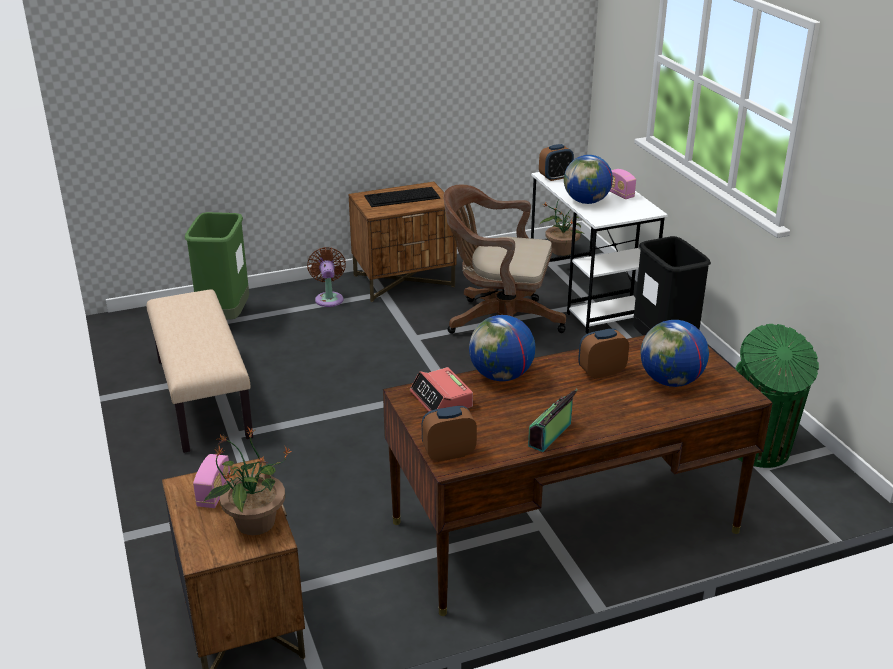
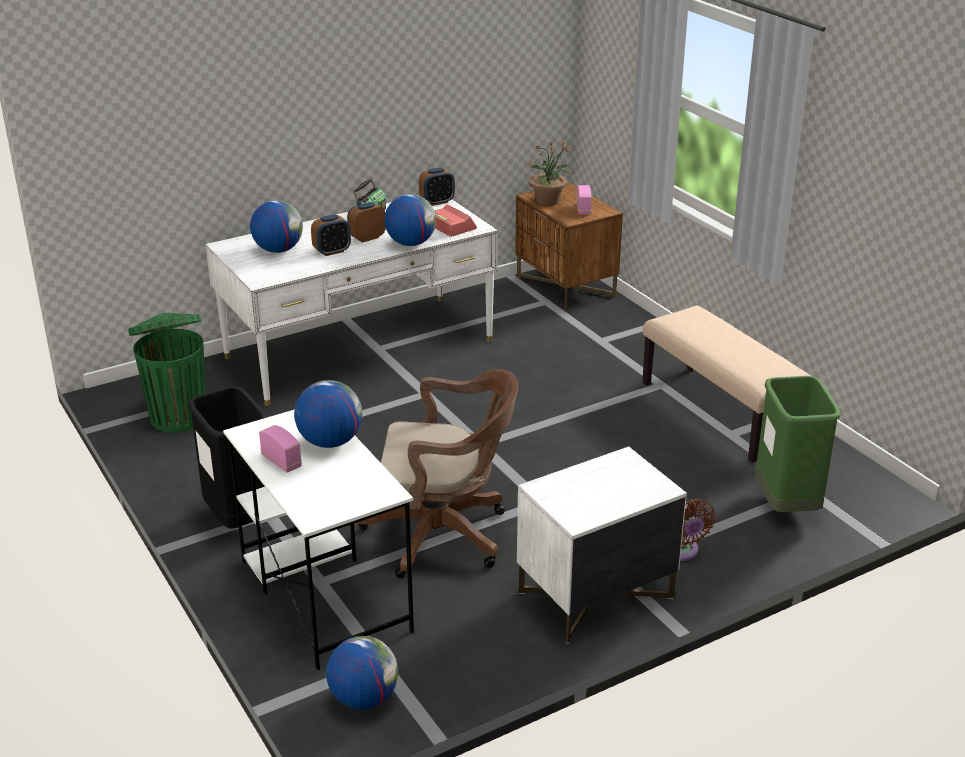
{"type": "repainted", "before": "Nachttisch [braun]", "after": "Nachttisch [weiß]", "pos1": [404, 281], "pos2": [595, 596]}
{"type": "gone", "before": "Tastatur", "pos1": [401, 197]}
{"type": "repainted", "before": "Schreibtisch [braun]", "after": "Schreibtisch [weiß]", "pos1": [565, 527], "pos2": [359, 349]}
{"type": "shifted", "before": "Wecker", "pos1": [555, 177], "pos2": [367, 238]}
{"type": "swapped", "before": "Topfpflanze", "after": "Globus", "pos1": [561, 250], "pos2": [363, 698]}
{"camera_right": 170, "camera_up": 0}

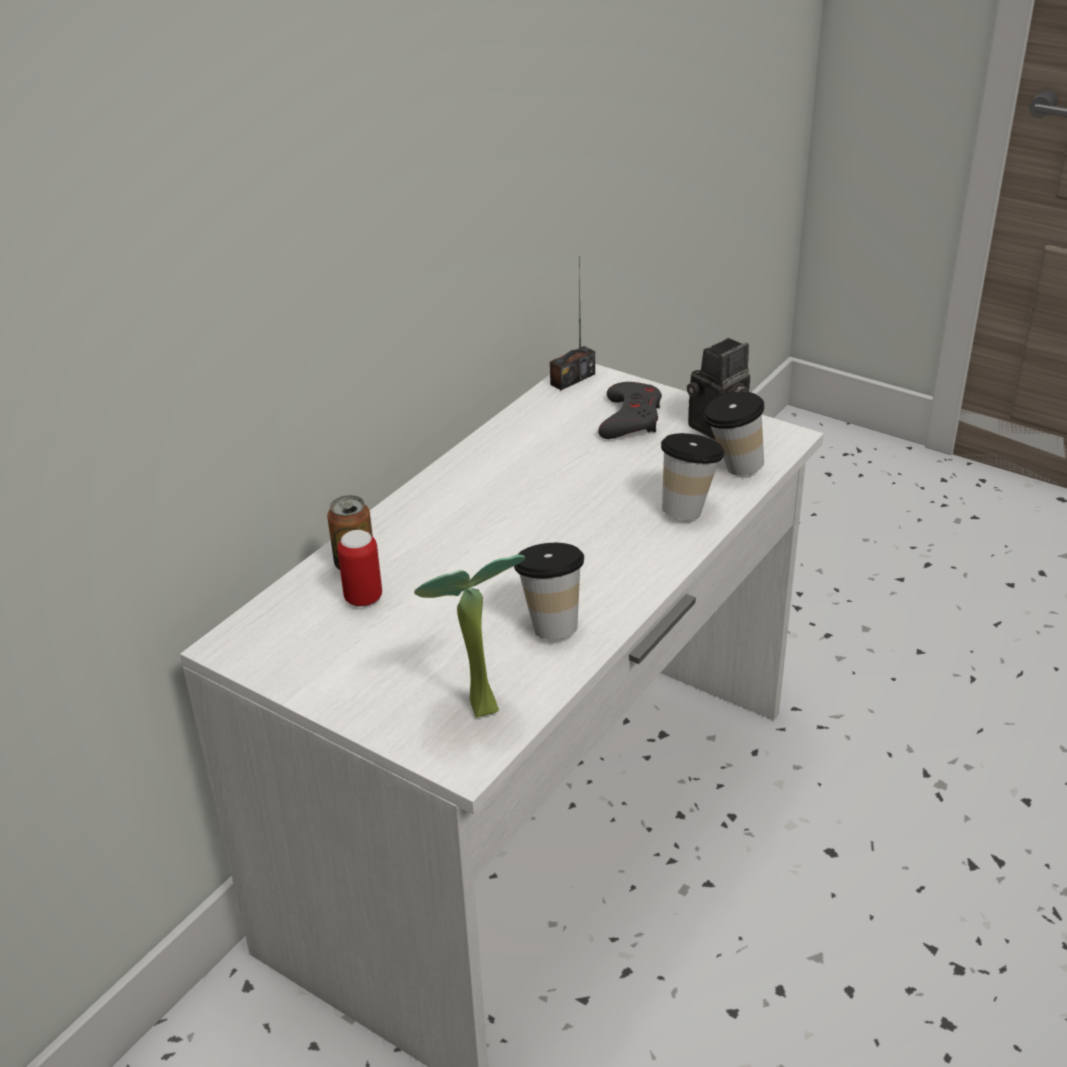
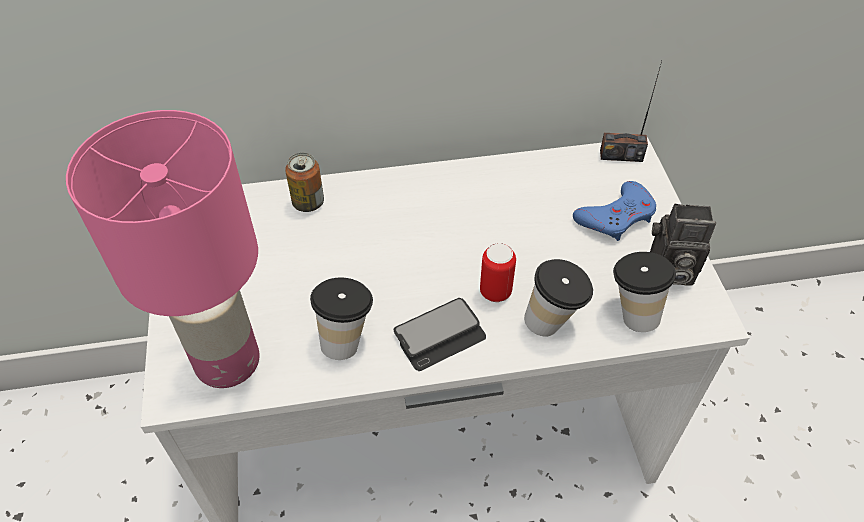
{"type": "shifted", "before": "Dose", "pos1": [363, 598], "pos2": [495, 292]}
{"type": "swapped", "before": "Topfpflanze", "after": "Tischlampe [rosa]", "pos1": [475, 706], "pos2": [229, 360]}
{"type": "repainted", "before": "Gamepad [grau]", "after": "Gamepad [blau]", "pos1": [630, 418], "pos2": [616, 216]}
{"type": "new", "after": "Handy", "pos2": [440, 335]}
{"camera_right": 45, "camera_up": 15}

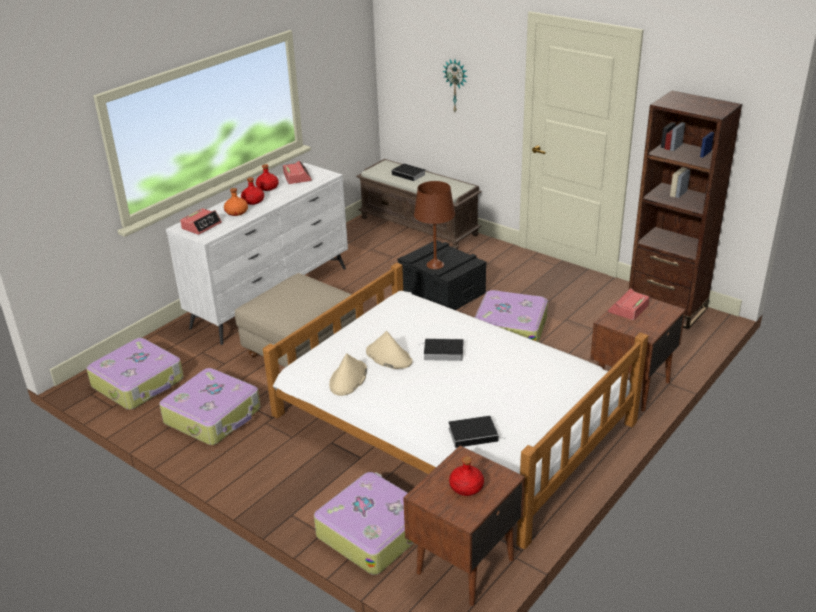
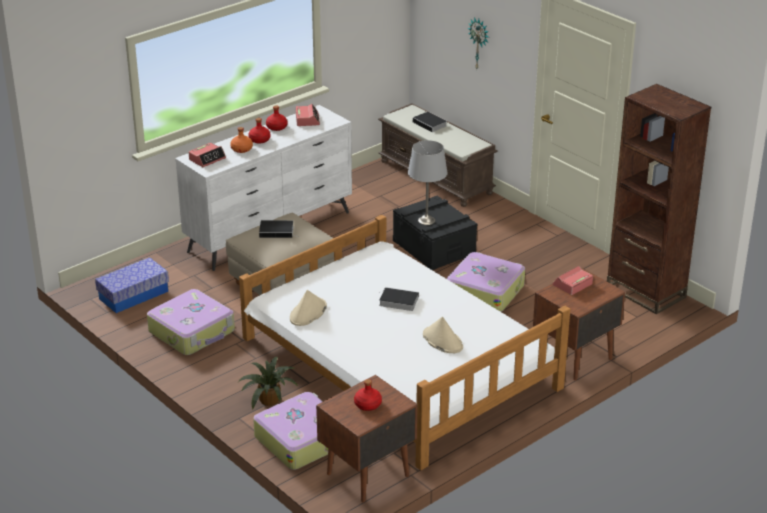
{"type": "swapped", "before": "Koffer", "after": "Aufbewahrungsbox", "pos1": [139, 383], "pos2": [133, 295]}
{"type": "shifted", "before": "Hut [beige]", "pos1": [388, 357], "pos2": [442, 340]}
{"type": "repainted", "before": "Tischlampe [braun]", "after": "Tischlampe [grau]", "pos1": [435, 264], "pos2": [426, 220]}
{"type": "shifted", "before": "Buch", "pos1": [474, 434], "pos2": [277, 231]}
{"type": "new", "after": "Topfpflanze", "pos2": [269, 401]}
{"camera_right": 10, "camera_up": 0}

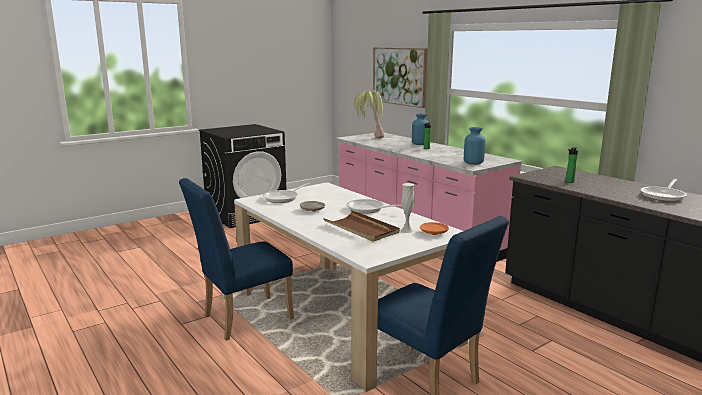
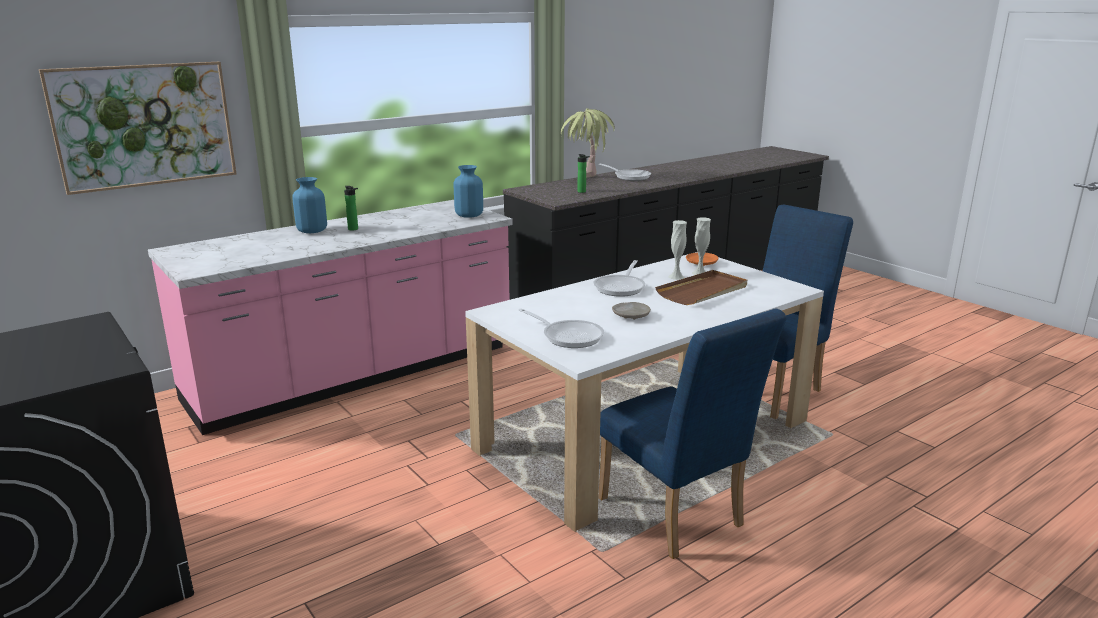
{"type": "shifted", "before": "Topfpflanze", "pos1": [368, 138], "pos2": [585, 180]}
{"type": "new", "after": "Vase [weiß]", "pos2": [676, 277]}
{"camera_right": -90, "camera_up": 5}

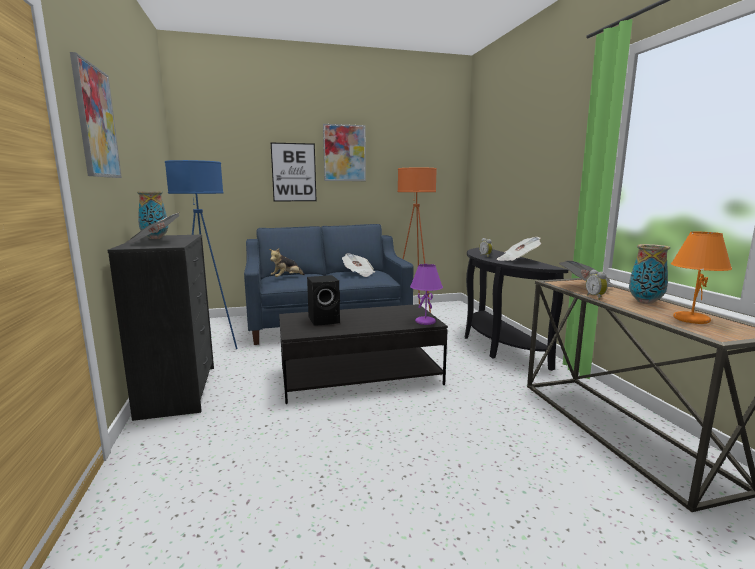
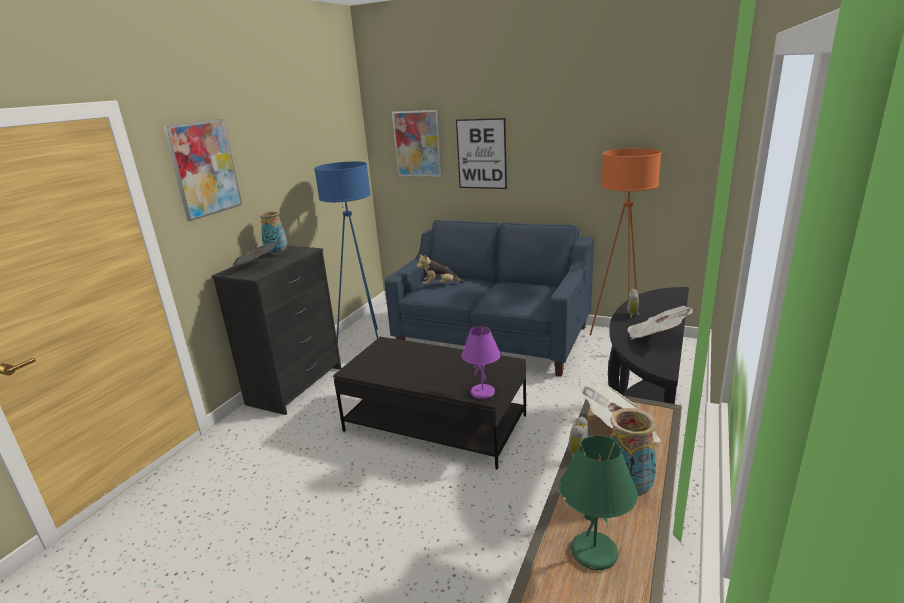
{"type": "gone", "before": "Lautsprecher [schwarz]", "pos1": [325, 320]}
{"type": "shifted", "before": "Bild", "pos1": [344, 153], "pos2": [418, 144]}
{"type": "gone", "before": "Zeitung", "pos1": [358, 274]}
{"type": "repainted", "before": "Tischlampe [orange]", "after": "Tischlampe [grün]", "pos1": [690, 319], "pos2": [594, 551]}
{"camera_right": 40, "camera_up": 10}

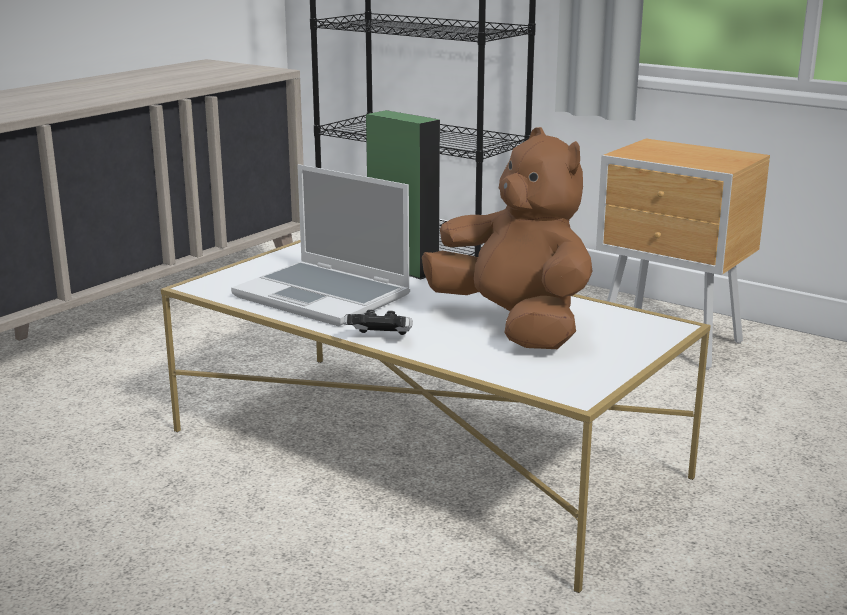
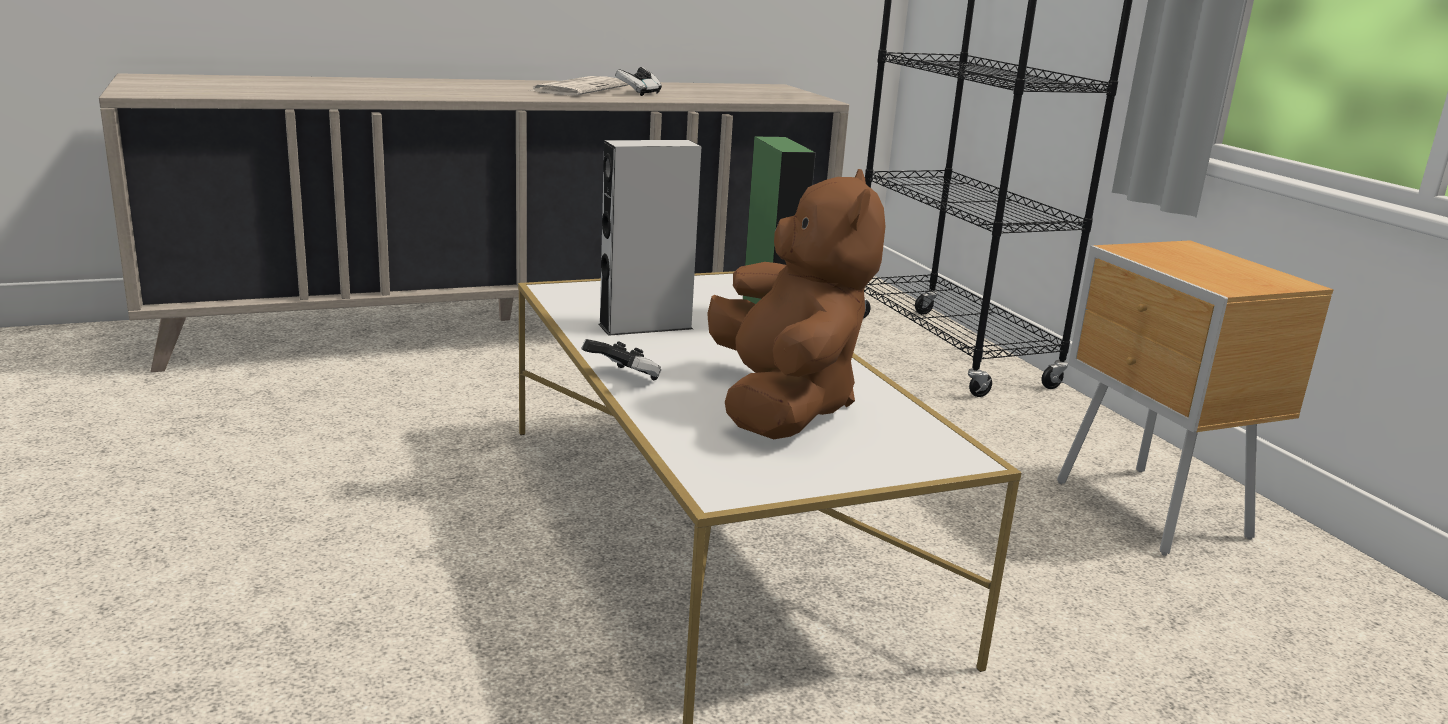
{"type": "swapped", "before": "Laptop", "after": "Lautsprecher [grau]", "pos1": [325, 296], "pos2": [645, 326]}
{"type": "new", "after": "Zeitung", "pos2": [580, 88]}
{"type": "new", "after": "Gamepad", "pos2": [639, 93]}
{"camera_right": 30, "camera_up": 0}

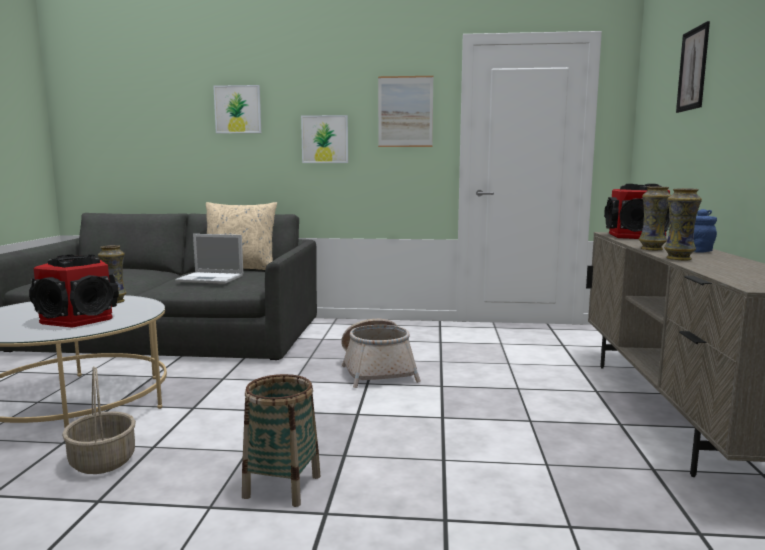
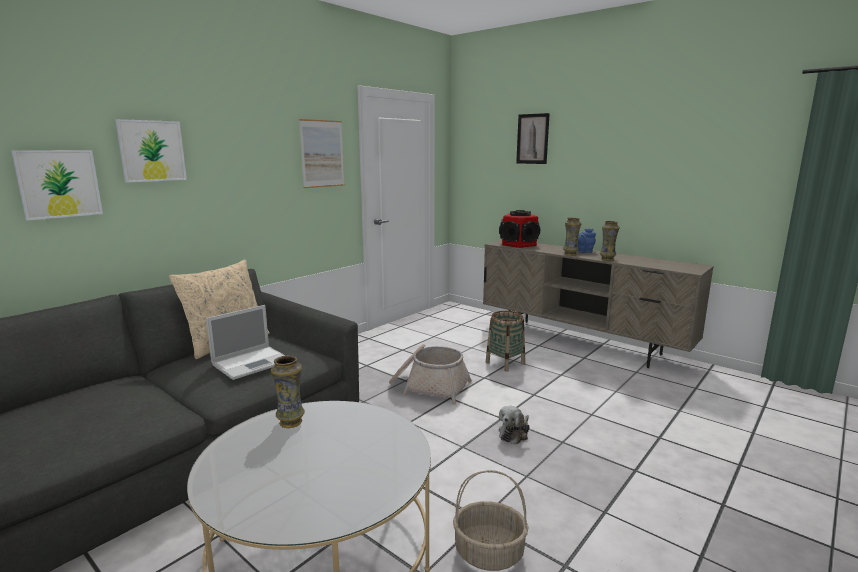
{"type": "gone", "before": "Lautsprecher", "pos1": [79, 319]}
{"type": "shifted", "before": "Korb", "pos1": [282, 486], "pos2": [505, 363]}
{"type": "shifted", "before": "Bild", "pos1": [325, 139], "pos2": [59, 184]}
{"type": "new", "after": "Plüschtier", "pos2": [514, 433]}
{"camera_right": -55, "camera_up": 5}

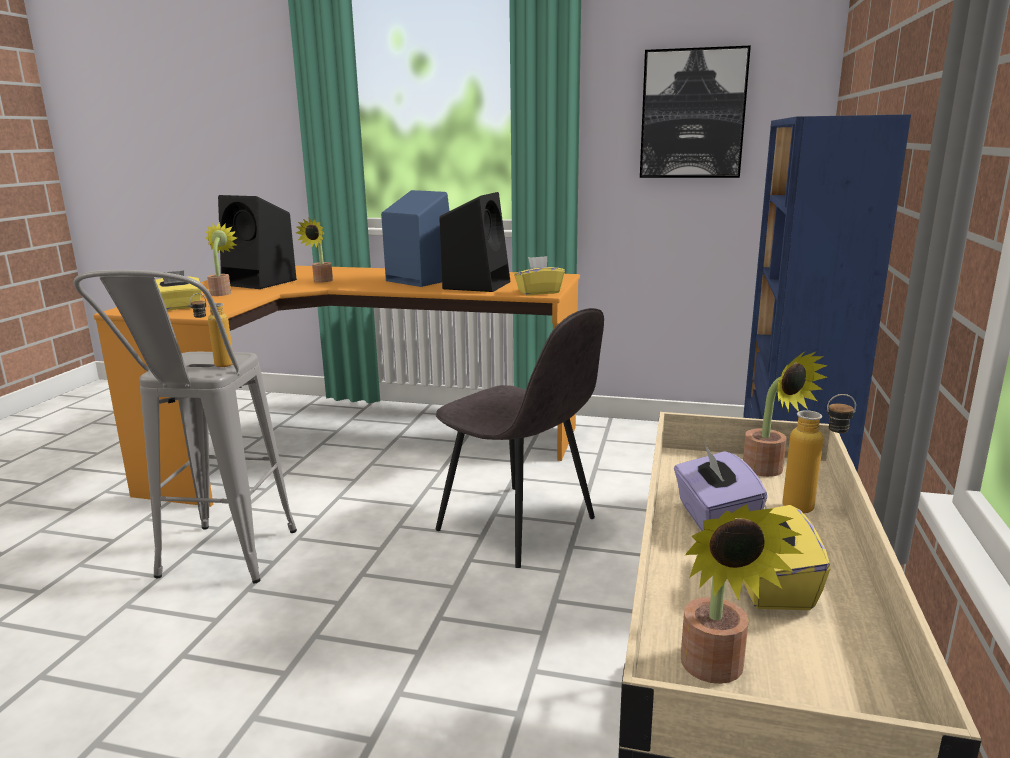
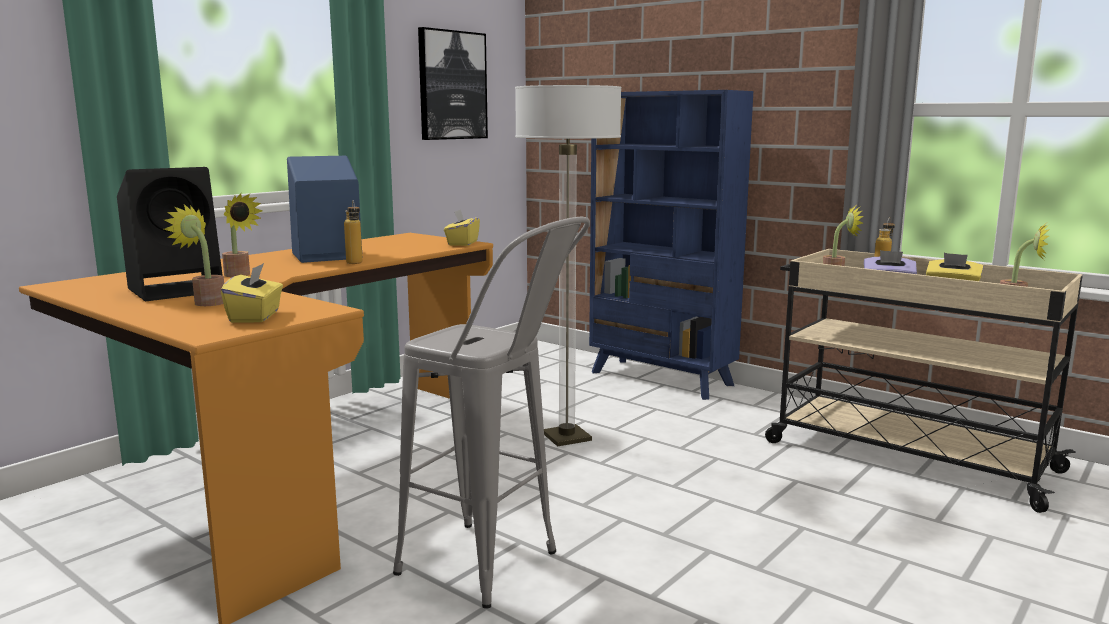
{"type": "shifted", "before": "Flasche", "pos1": [216, 366], "pos2": [355, 264]}
{"type": "swapped", "before": "Stuhl [grau]", "after": "Stehlampe", "pos1": [519, 526], "pos2": [566, 437]}
{"type": "gone", "before": "Lautsprecher [schwarz]", "pos1": [477, 285]}
{"camera_right": -65, "camera_up": -5}

